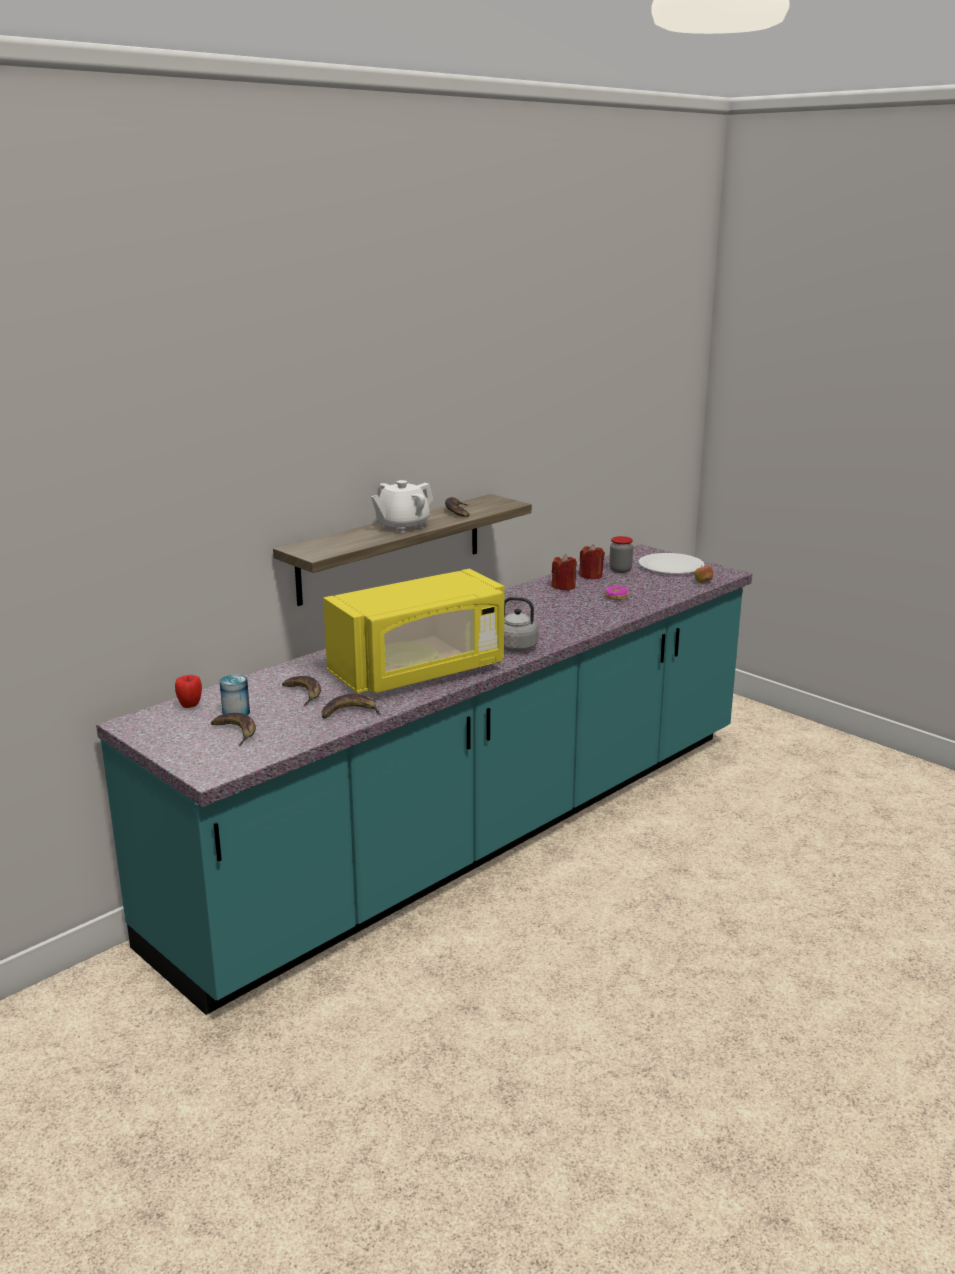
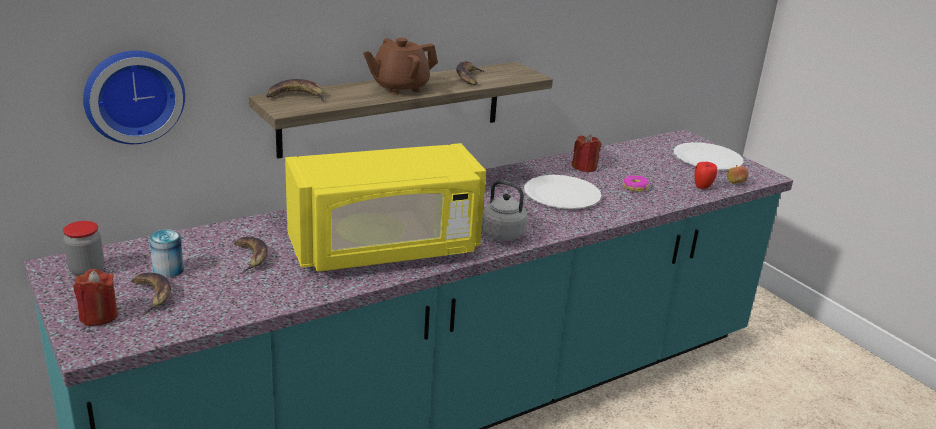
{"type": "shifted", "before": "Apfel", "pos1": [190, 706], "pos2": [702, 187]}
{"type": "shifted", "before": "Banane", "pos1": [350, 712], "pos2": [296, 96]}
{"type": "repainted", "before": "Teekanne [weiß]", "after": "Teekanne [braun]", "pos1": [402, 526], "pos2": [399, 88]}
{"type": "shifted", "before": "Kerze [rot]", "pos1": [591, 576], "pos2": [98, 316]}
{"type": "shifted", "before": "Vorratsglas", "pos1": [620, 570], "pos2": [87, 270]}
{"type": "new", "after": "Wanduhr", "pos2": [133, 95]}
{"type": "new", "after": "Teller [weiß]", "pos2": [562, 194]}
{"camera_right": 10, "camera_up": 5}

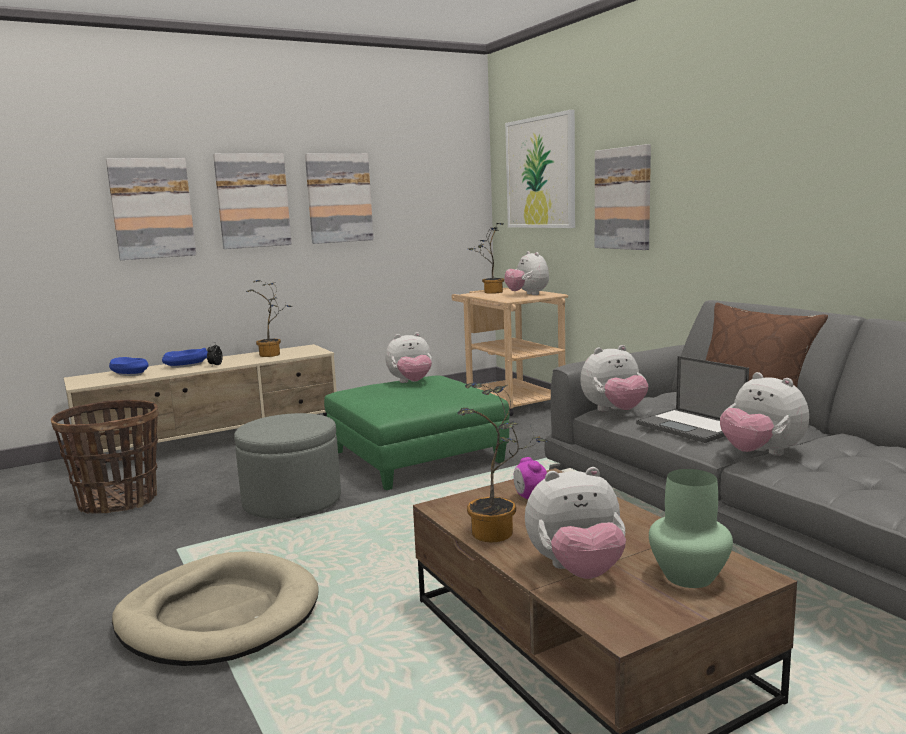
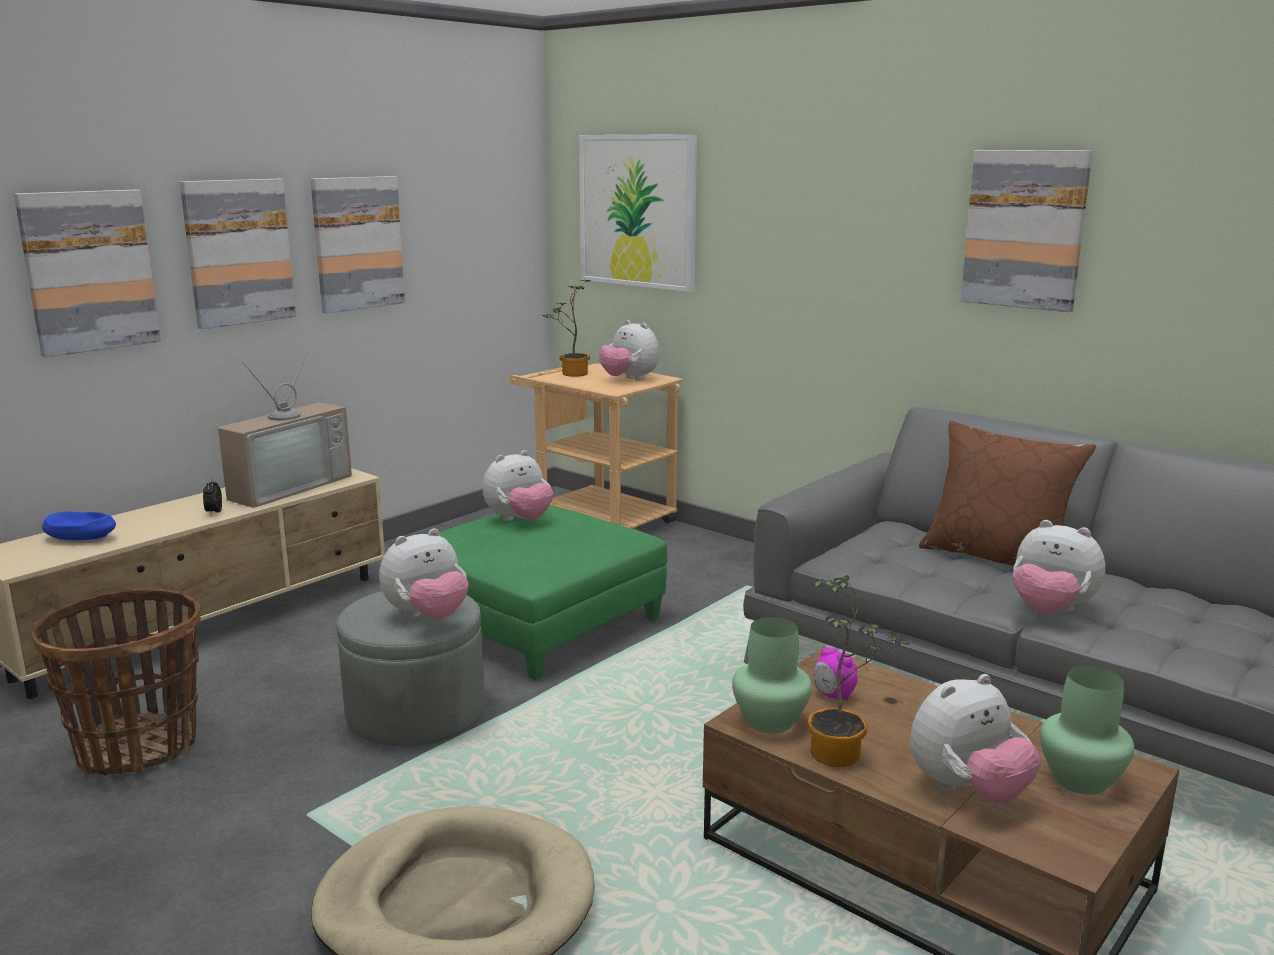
{"type": "gone", "before": "Schüssel [blau]", "pos1": [186, 365]}
{"type": "swapped", "before": "Topfpflanze", "after": "Fernseher", "pos1": [272, 355], "pos2": [286, 486]}
{"type": "shifted", "before": "Plüschtier", "pos1": [614, 411], "pos2": [427, 617]}
{"type": "shifted", "before": "Bild", "pos1": [623, 198], "pos2": [1024, 229]}
{"type": "gone", "before": "Laptop", "pos1": [691, 426]}
{"type": "new", "after": "Vase [grün]", "pos2": [768, 721]}
{"camera_right": -20, "camera_up": 5}

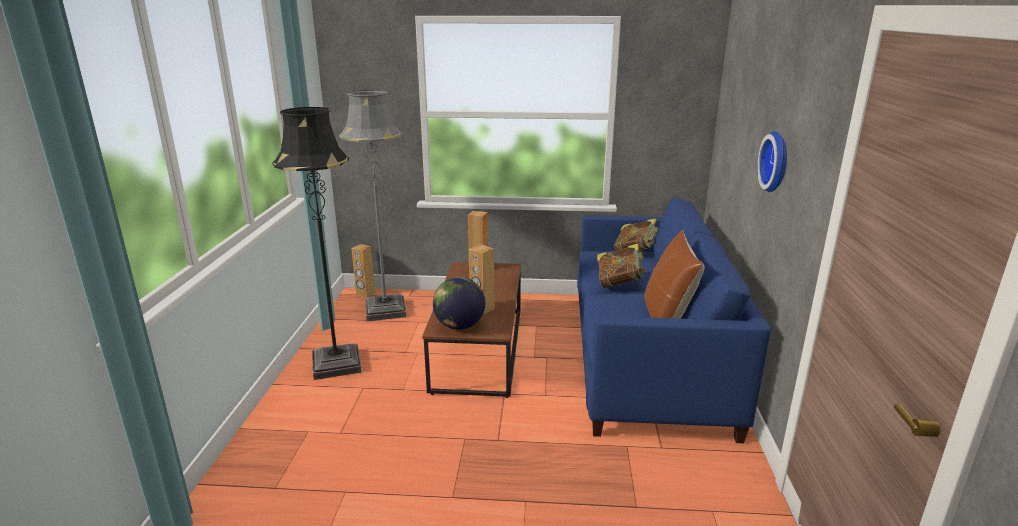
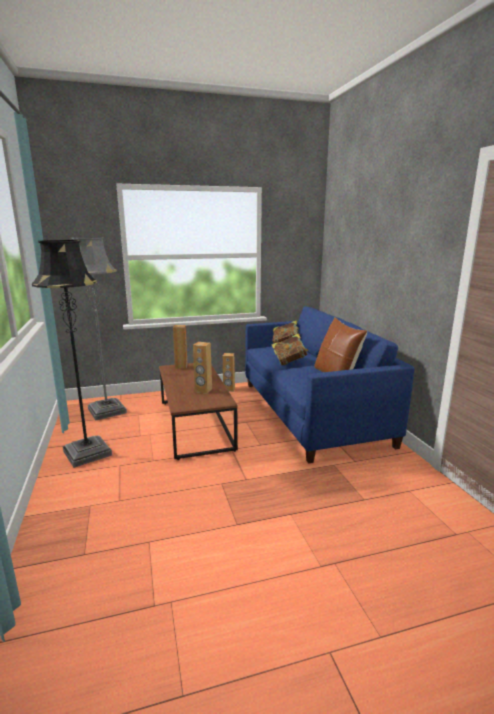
{"type": "shifted", "before": "Lautsprecher [braun]", "pos1": [365, 294], "pos2": [229, 389]}
{"type": "gone", "before": "Globus", "pos1": [459, 326]}
{"type": "gone", "before": "Wanduhr", "pos1": [777, 162]}
{"camera_right": -20, "camera_up": -5}

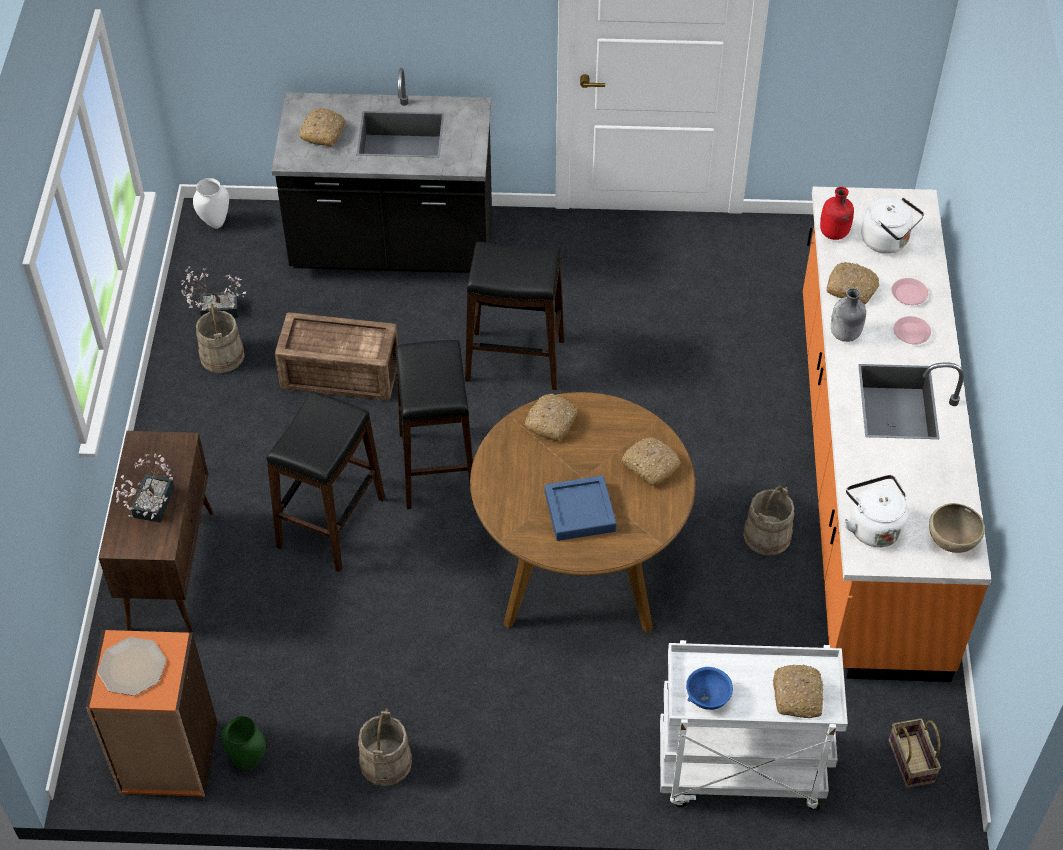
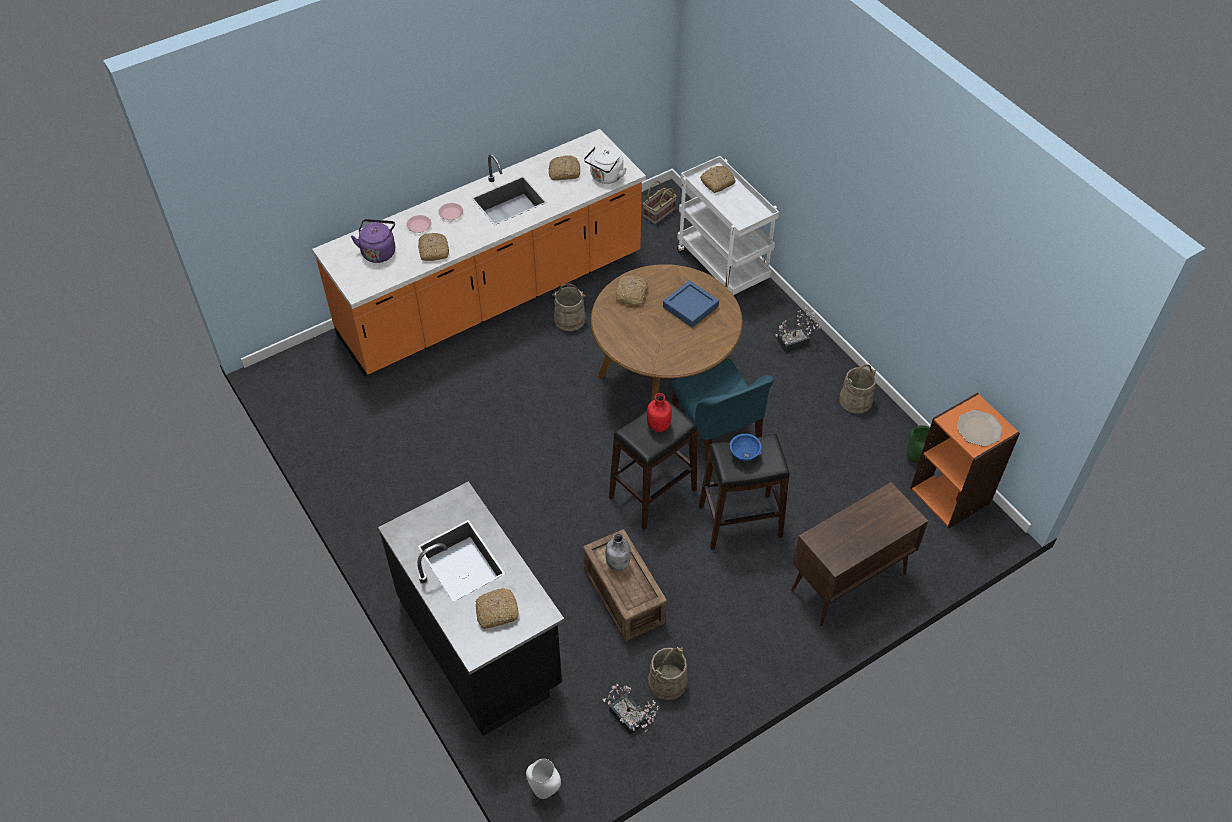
{"type": "shifted", "before": "Topfpflanze", "pos1": [151, 507], "pos2": [796, 342]}
{"type": "gone", "before": "Hocker [schwarz]", "pos1": [515, 360]}
{"type": "shifted", "before": "Brot", "pos1": [551, 421], "pos2": [564, 172]}
{"type": "shifted", "before": "Schüssel [blau]", "pos1": [707, 697], "pos2": [744, 455]}
{"type": "shifted", "before": "Flasche [rot]", "pos1": [834, 234], "pos2": [659, 425]}
{"type": "shifted", "before": "Flasche [grau]", "pos1": [845, 335], "pos2": [618, 562]}
{"type": "repainted", "before": "Wasserkessel [weiß]", "after": "Wasserkessel [lila]", "pos1": [887, 241], "pos2": [379, 251]}
{"type": "gone", "before": "Schüssel [braun]", "pos1": [951, 543]}
{"type": "new", "after": "Stuhl [blau]", "pos2": [717, 437]}
{"camera_right": -125, "camera_up": 0}

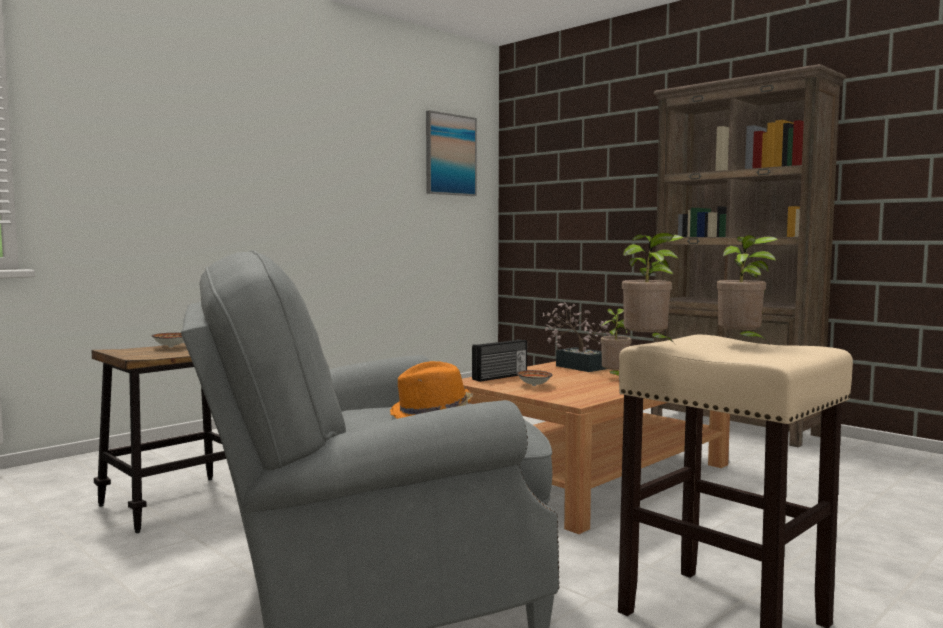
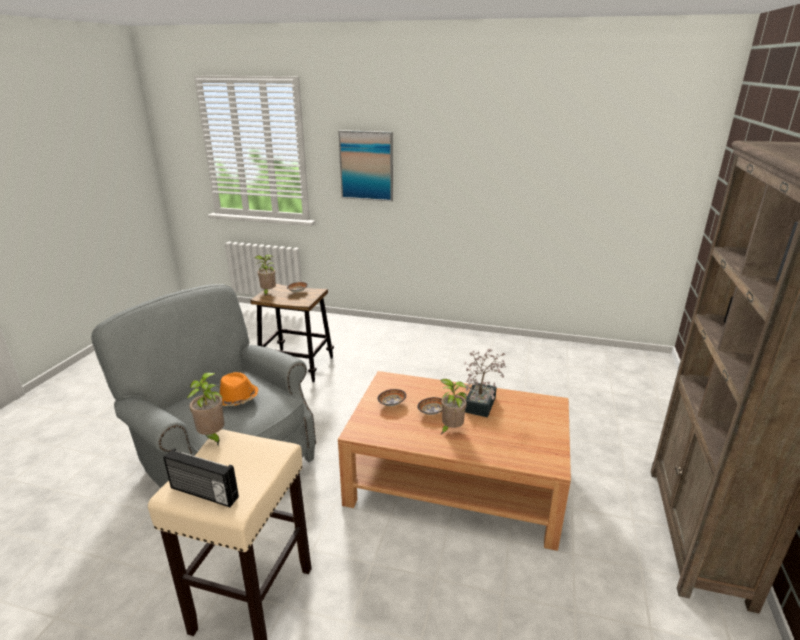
{"type": "shifted", "before": "Bild", "pos1": [450, 155], "pos2": [366, 165]}
{"type": "shifted", "before": "Radio", "pos1": [500, 377], "pos2": [203, 493]}
{"type": "shifted", "before": "Topfpflanze", "pos1": [742, 343], "pos2": [268, 292]}
{"type": "new", "after": "Schüssel", "pos2": [431, 412]}
{"camera_right": 60, "camera_up": 20}

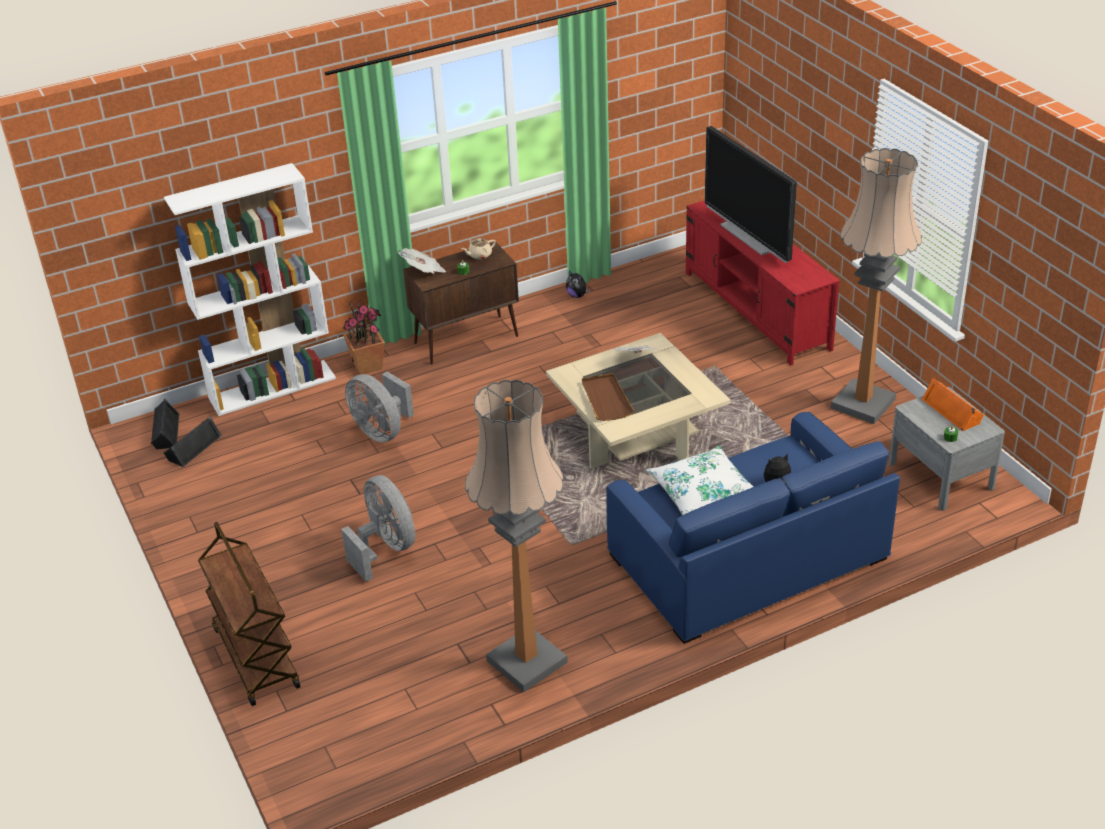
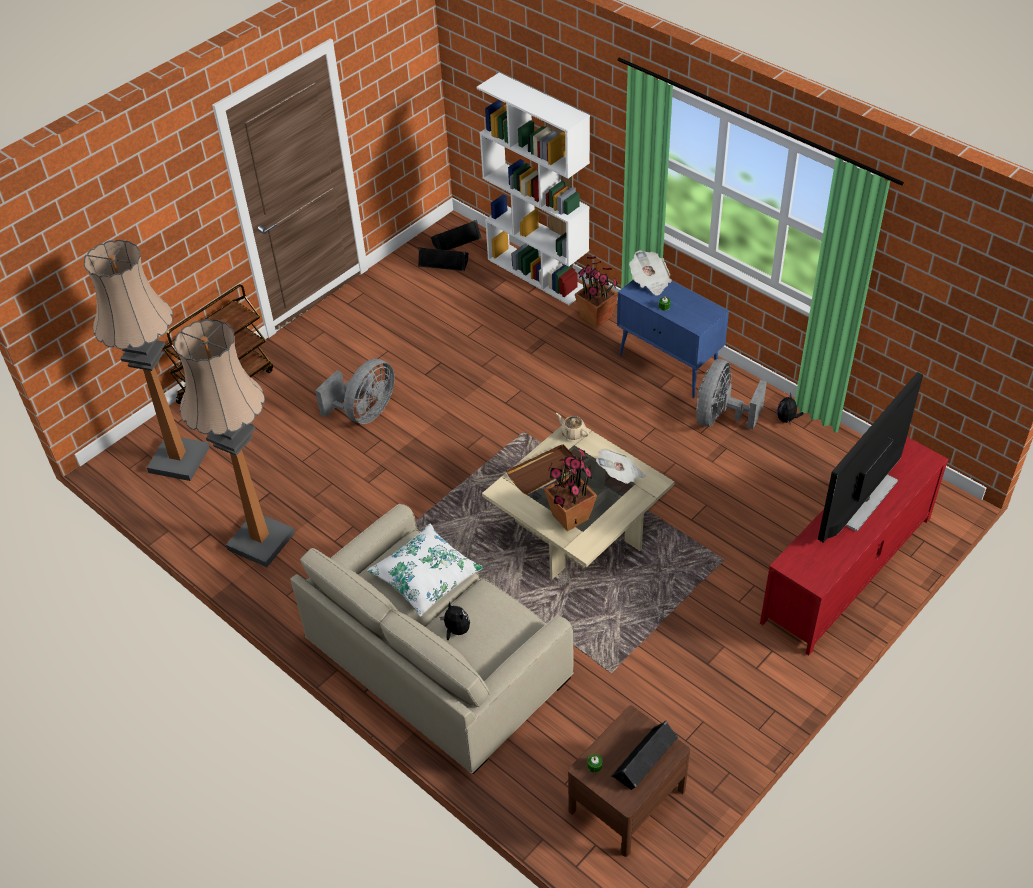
{"type": "shifted", "before": "Ventilator [grau]", "pos1": [382, 431], "pos2": [720, 417]}
{"type": "repainted", "before": "Schrank [braun]", "after": "Schrank [blau]", "pos1": [467, 339], "pos2": [669, 366]}
{"type": "shifted", "before": "Teekanne [beige]", "pos1": [479, 255], "pos2": [572, 433]}
{"type": "repainted", "before": "Sofa [blau]", "after": "Sofa [beige]", "pos1": [747, 558], "pos2": [435, 658]}
{"type": "shifted", "before": "Stehlampe", "pos1": [862, 404], "pos2": [179, 460]}
{"type": "repainted", "before": "Nachttisch [grau]", "after": "Nachttisch [braun]", "pos1": [940, 475], "pos2": [627, 800]}
{"type": "repainted", "before": "Lautsprecher [orange]", "after": "Lautsprecher [schwarz]", "pos1": [952, 410], "pos2": [645, 760]}
{"type": "new", "after": "Topfpflanze", "pos2": [570, 517]}
{"camera_right": 70, "camera_up": 10}

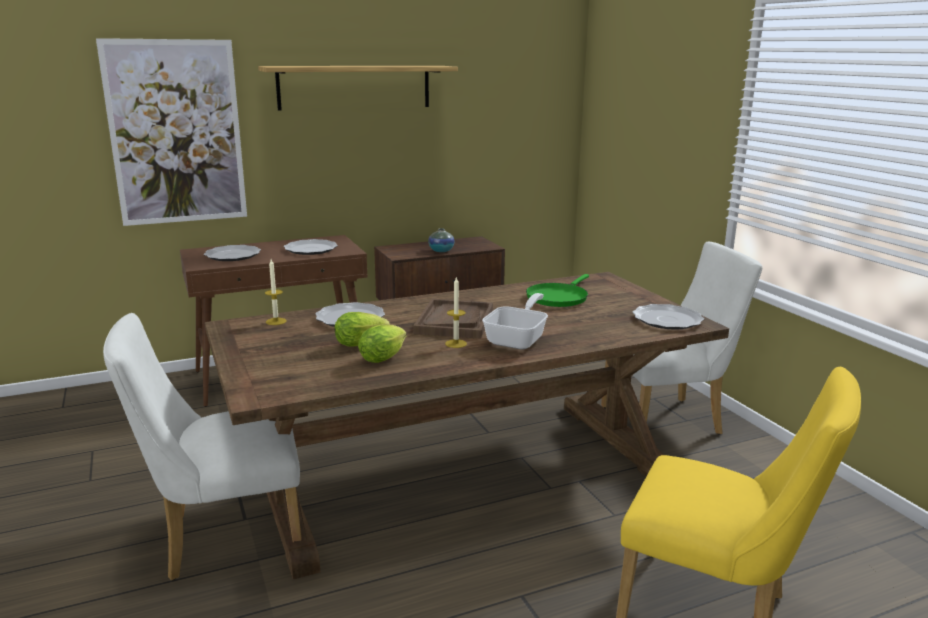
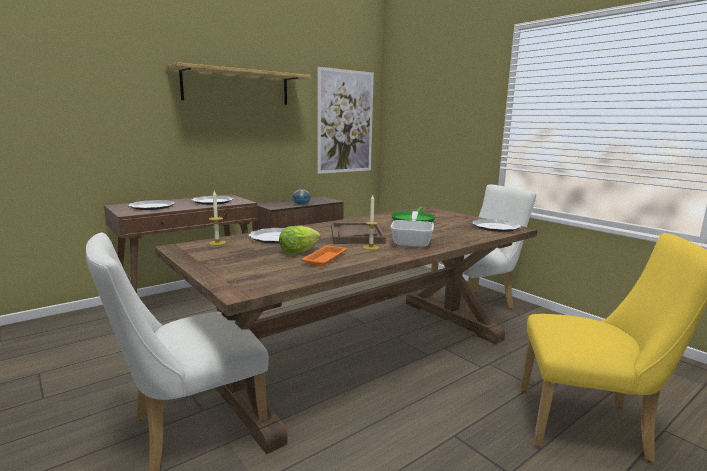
{"type": "shifted", "before": "Bild", "pos1": [176, 133], "pos2": [345, 122]}
{"type": "swapped", "before": "Salatkopf", "after": "Tablett [orange]", "pos1": [385, 357], "pos2": [325, 258]}
{"camera_right": -15, "camera_up": -5}

